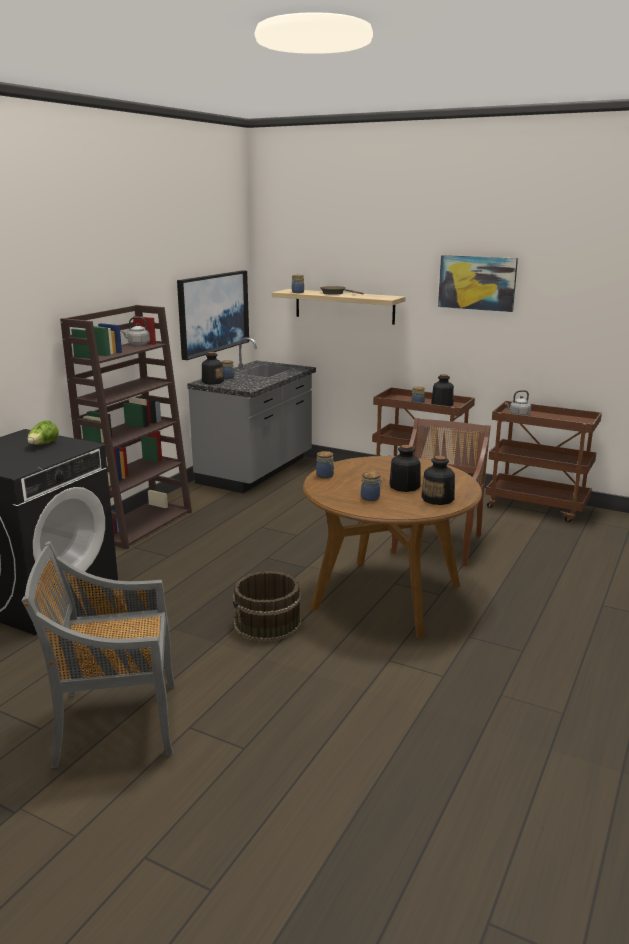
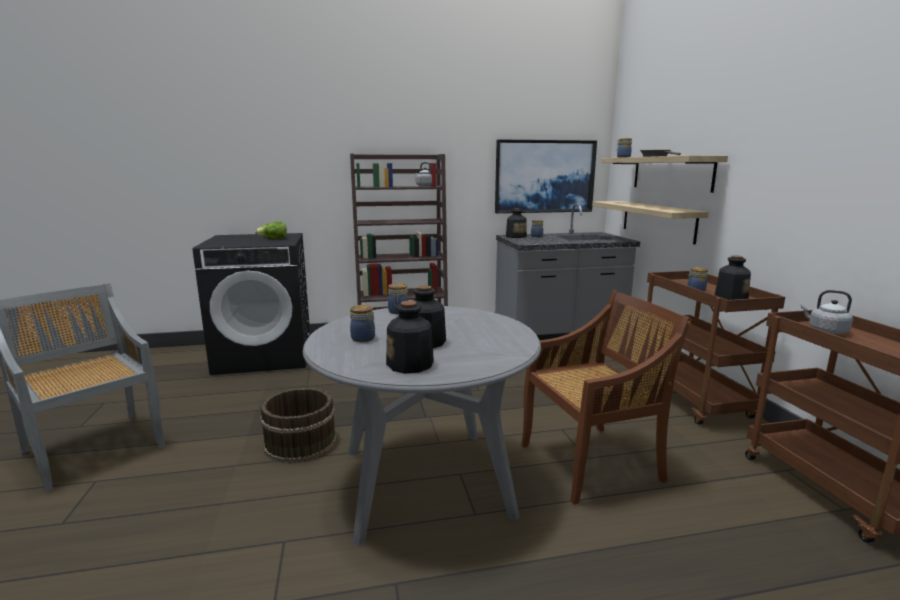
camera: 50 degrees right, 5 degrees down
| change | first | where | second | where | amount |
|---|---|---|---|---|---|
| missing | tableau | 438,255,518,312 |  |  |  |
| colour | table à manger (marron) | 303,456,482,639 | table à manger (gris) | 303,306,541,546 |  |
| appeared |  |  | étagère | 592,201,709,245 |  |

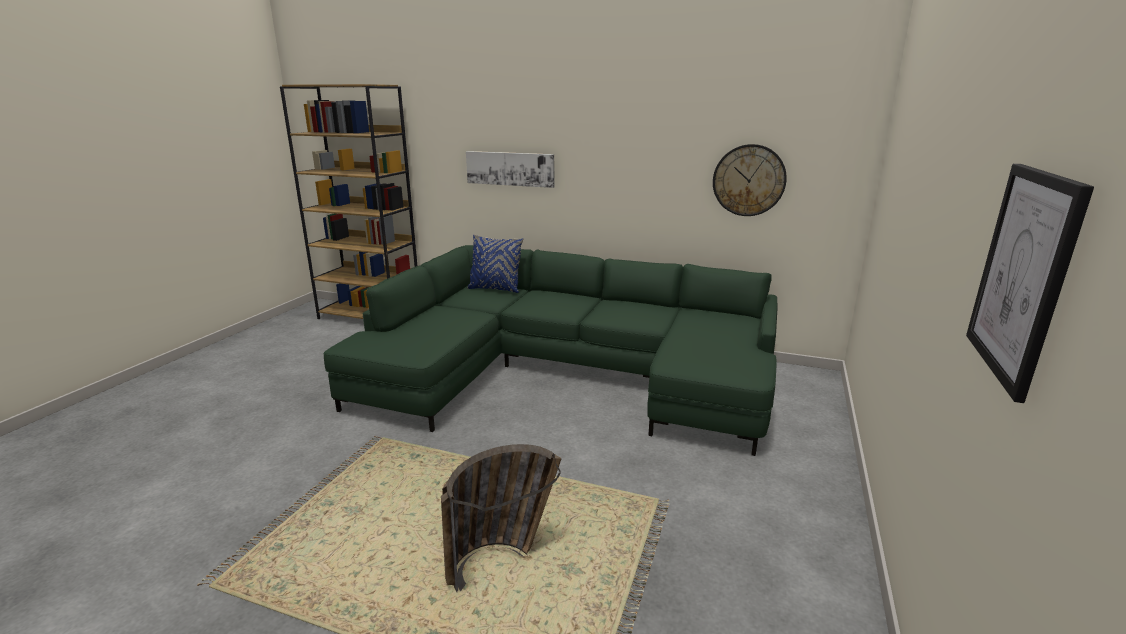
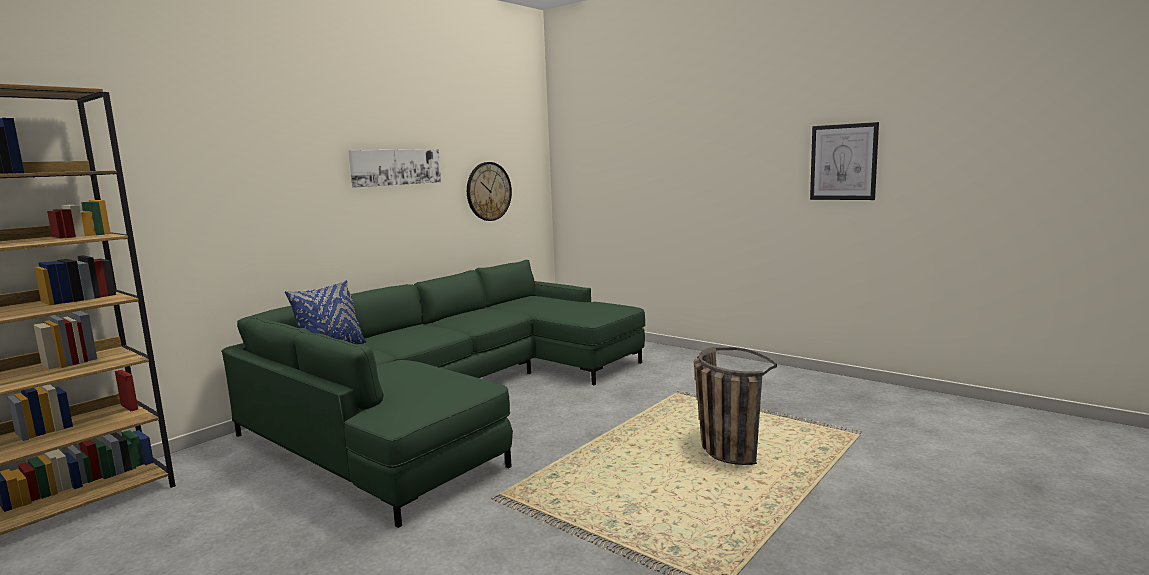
camera: 70 degrees left, 10 degrees down
| change | first | where | second | where | amount |
|---|---|---|---|---|---|
| relocated | tableau | 466,151,555,188 |  | 348,149,441,188 |  |

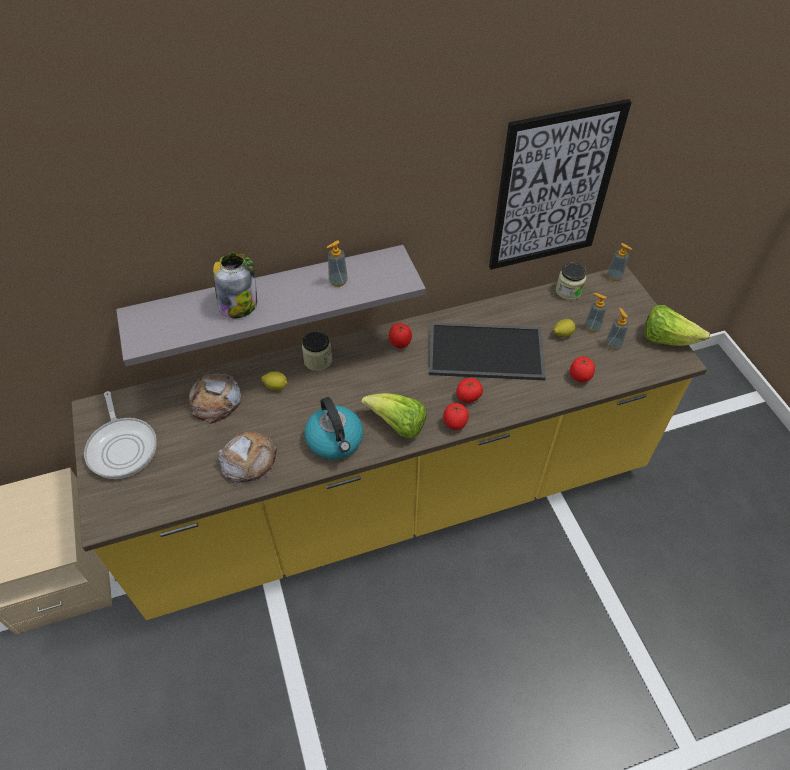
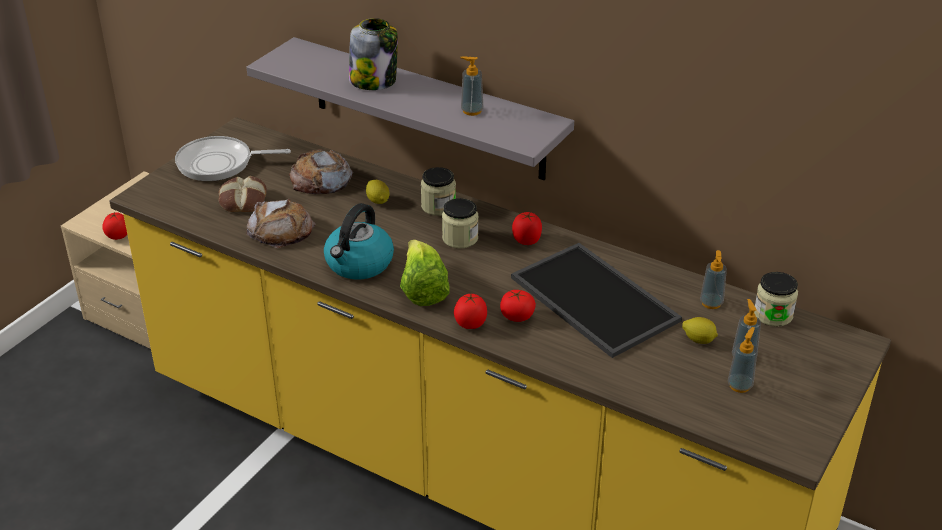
camera: 50 degrees right, 15 degrees down
| change | first | where | second | where | amount |
|---|---|---|---|---|---|
| missing | tableau | 489,99,632,270 |  |  |  |
| relocated | distributeur de savon | 607,243,632,281 |  | 700,250,727,309 |  |
| missing | laitue | 644,305,710,346 |  |  |  |
| relocated | tomate | 570,356,595,382 |  | 102,211,127,240 |  |
| spun | poêle | 84,391,157,479 |  | 175,136,291,181 | 60 degrees clockwise |
| appeared |  |  | pain | 218,176,267,212 |  |
| appeared |  |  | bocal | 442,198,478,249 |  |

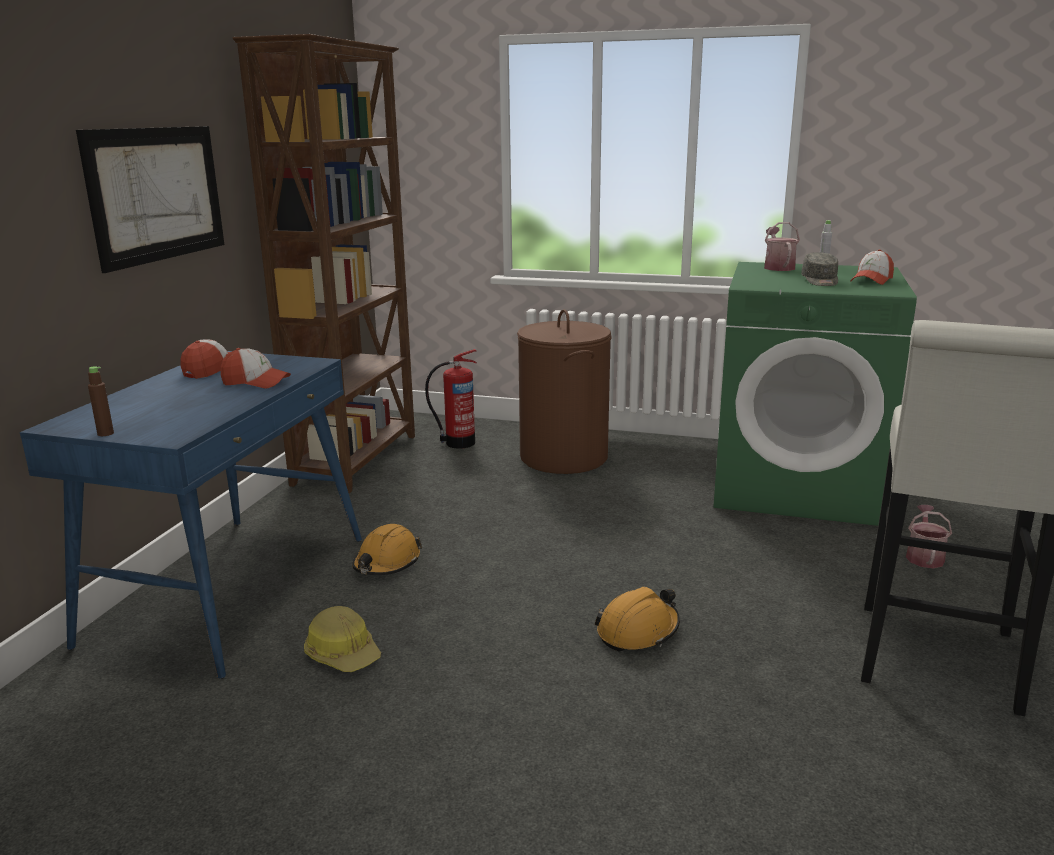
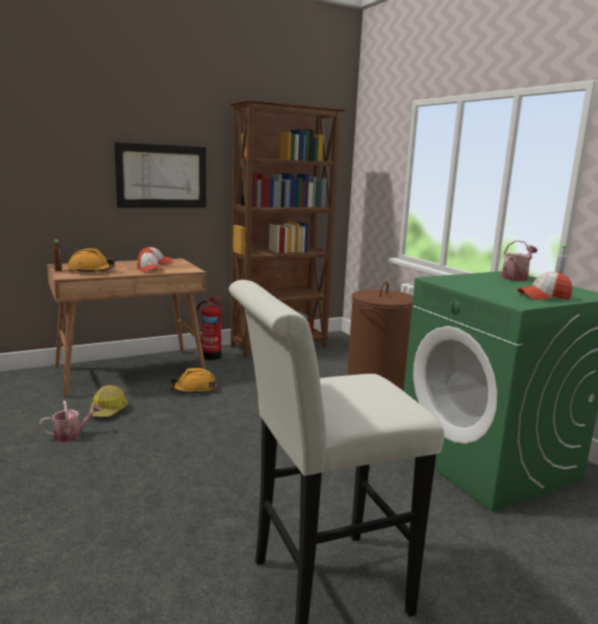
camera: 45 degrees right, 5 degrees down
| change | first | where | second | where | amount |
|---|---|---|---|---|---|
| missing | casquette (gris) | 801,252,838,286 |  |  |  |
| relocated | extincteur | 425,349,477,449 |  | 196,297,222,360 |  |
| colour | bureau (bleu) | 20,351,362,679 | bureau (marron) | 47,258,206,398 |  |
| relocated | arrosoir | 906,505,952,568 |  | 39,401,102,442 |  |
| relocated | casque de chantier (orange) | 594,587,680,652 |  | 68,248,115,273 |  |

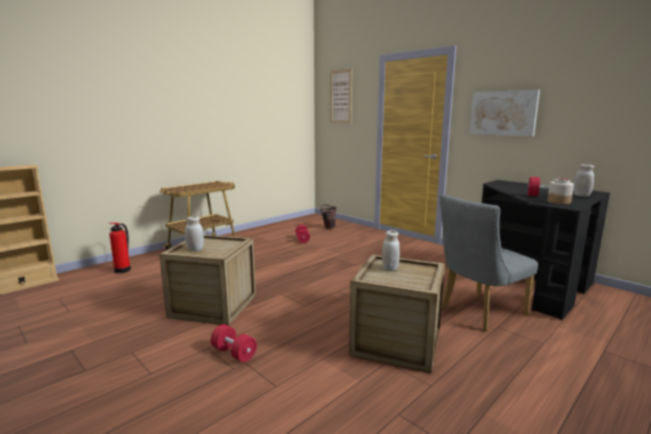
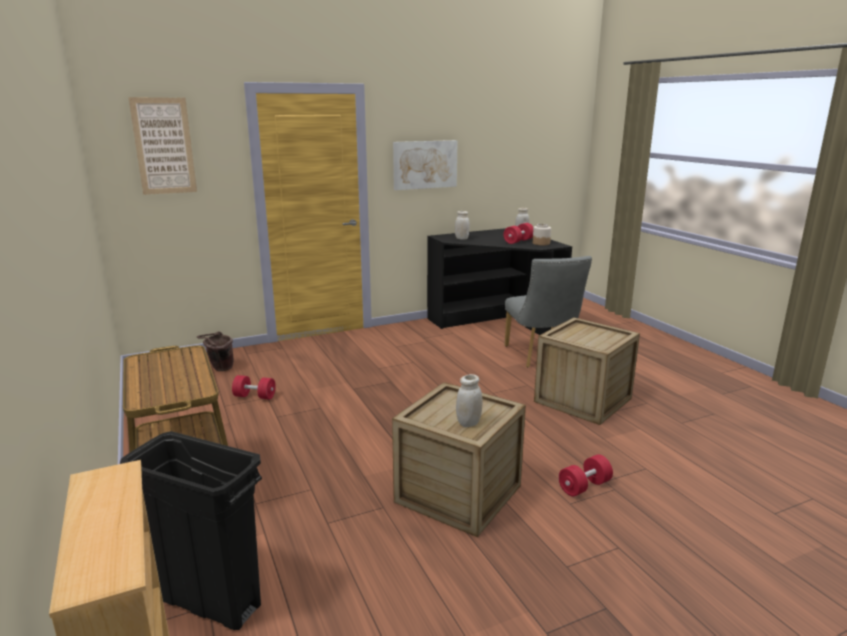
camera: 70 degrees left, 5 degrees up
| change | first | where | second | where | amount |
|---|---|---|---|---|---|
| exchanged | extincteur | 109,223,131,273 | poubelle (noir) | 120,431,262,630 |  |
| relocated | bocal (blanc) | 382,230,400,271 |  | 455,211,470,240 |  |

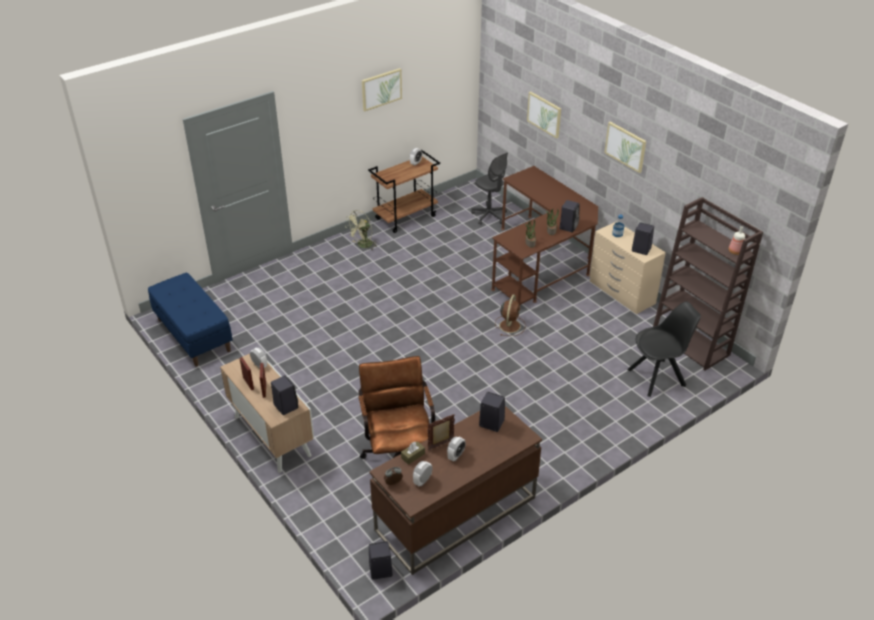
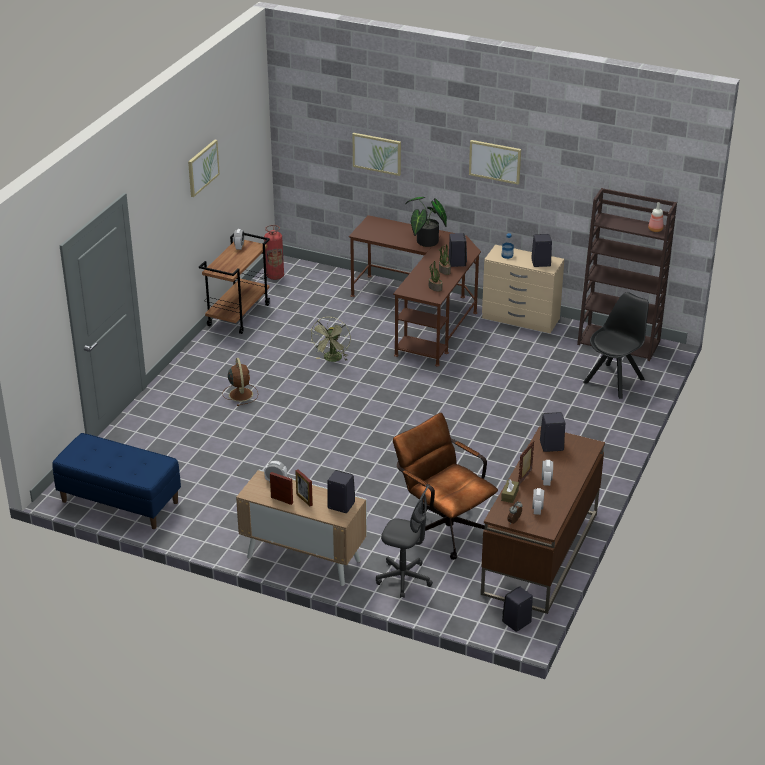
camera: 30 degrees left, 5 degrees down
| change | first | where | second | where | amount |
|---|---|---|---|---|---|
| relocated | chaise de bureau (gris) | 471,152,508,225 |  | 376,485,433,598 |  |
| relocated | ventilateur (vert) | 345,210,377,250 |  | 310,317,351,362 |  |
| relocated | ventilateur (marron) | 495,295,525,336 |  | 222,358,258,406 |  |
| appeared |  |  | plante en pot | 405,197,447,247 |  |
| appeared |  |  | extincteur | 264,225,284,280 |  |

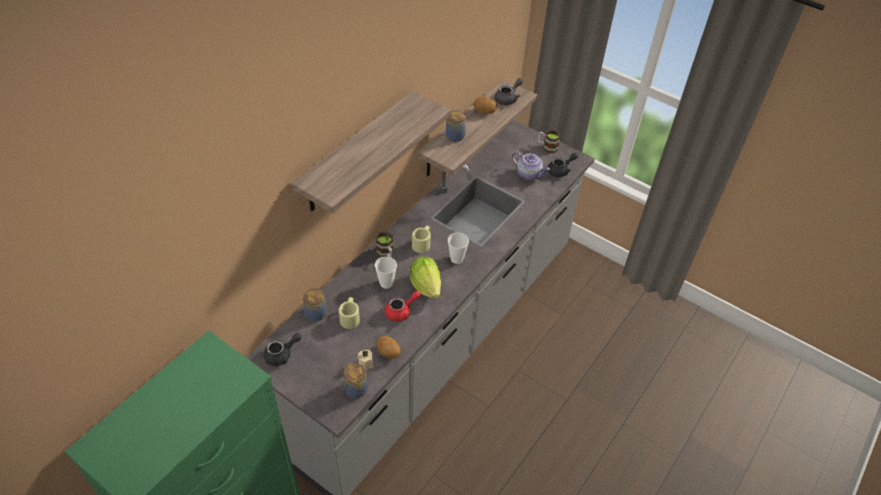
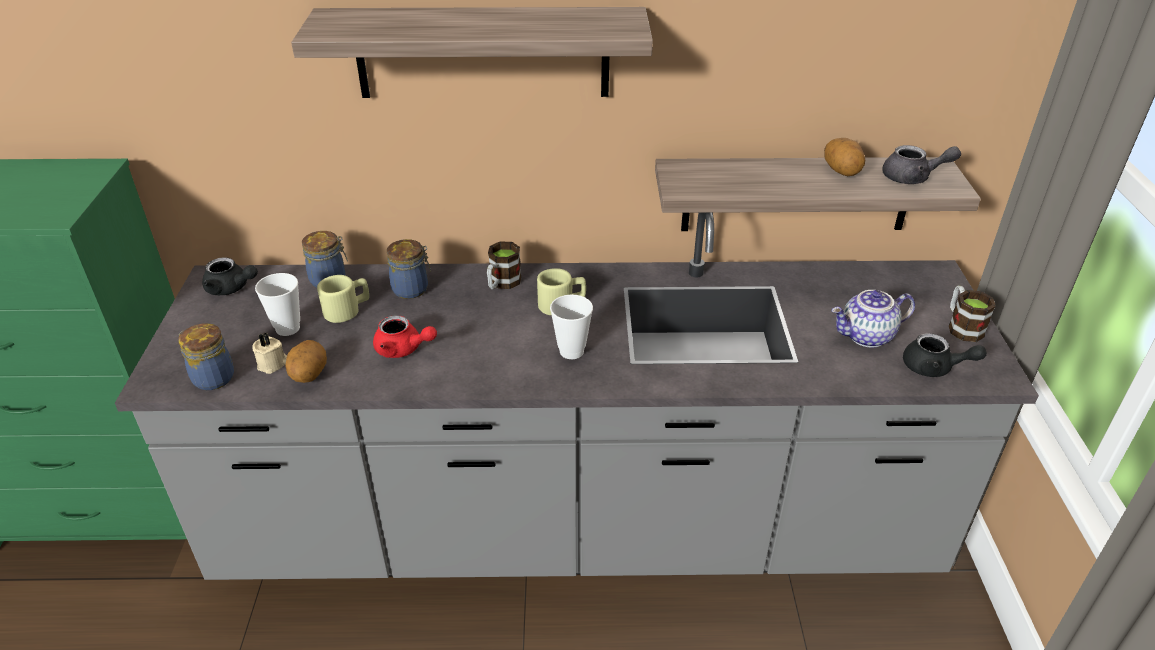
camera: 55 degrees right, 10 degrees down
| change | first | where | second | where | amount |
|---|---|---|---|---|---|
| relocated | bocal | 446,110,466,142 |  | 387,239,431,299 |  |
| spun | théière | 512,152,550,180 |  | 831,290,915,348 | 75 degrees clockwise |
| relocated | tasse | 375,257,397,289 |  | 255,273,300,336 |  |
| missing | laitue | 410,257,441,299 |  |  |  |

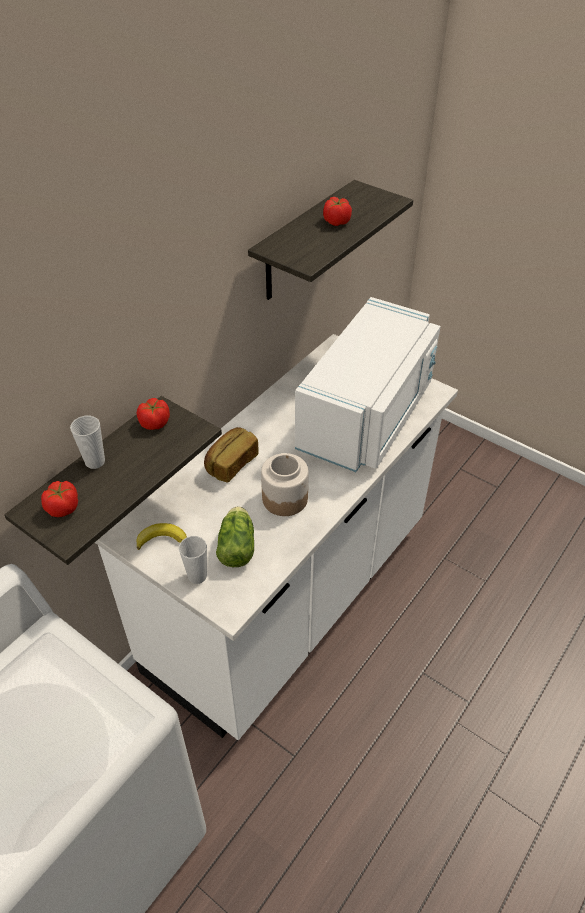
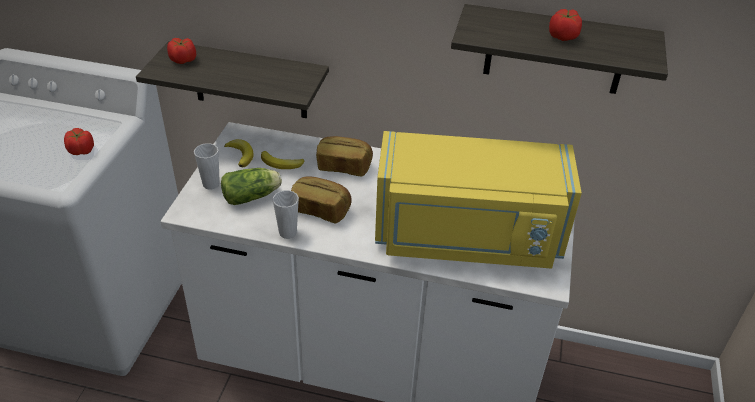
camera: 65 degrees right, 5 degrees down
| change | first | where | second | where | amount |
|---|---|---|---|---|---|
| colour | micro-ondes (blanc) | 295,297,441,472 | micro-ondes (jaune) | 375,131,582,269 |  |
| relocated | tomate | 137,398,170,430 |  | 64,128,94,155 |  |
| relocated | tasse | 70,416,105,469 |  | 273,190,299,239 |  |
| exchanged | bocal | 261,453,309,516 | pain | 291,176,352,223 |  |
| appeared |  |  | banane | 261,151,305,169 |  |

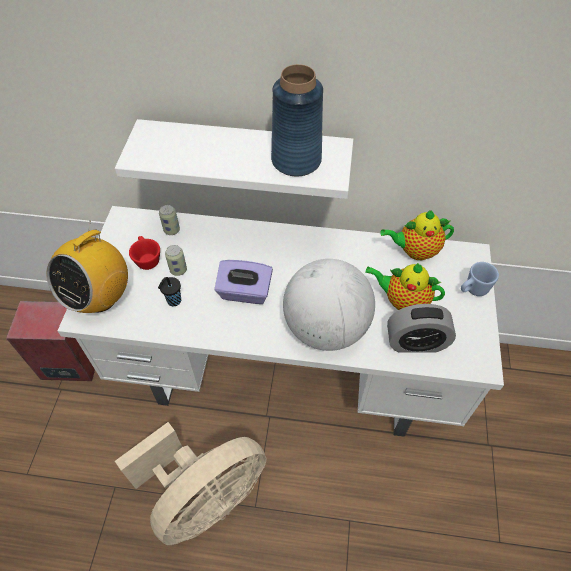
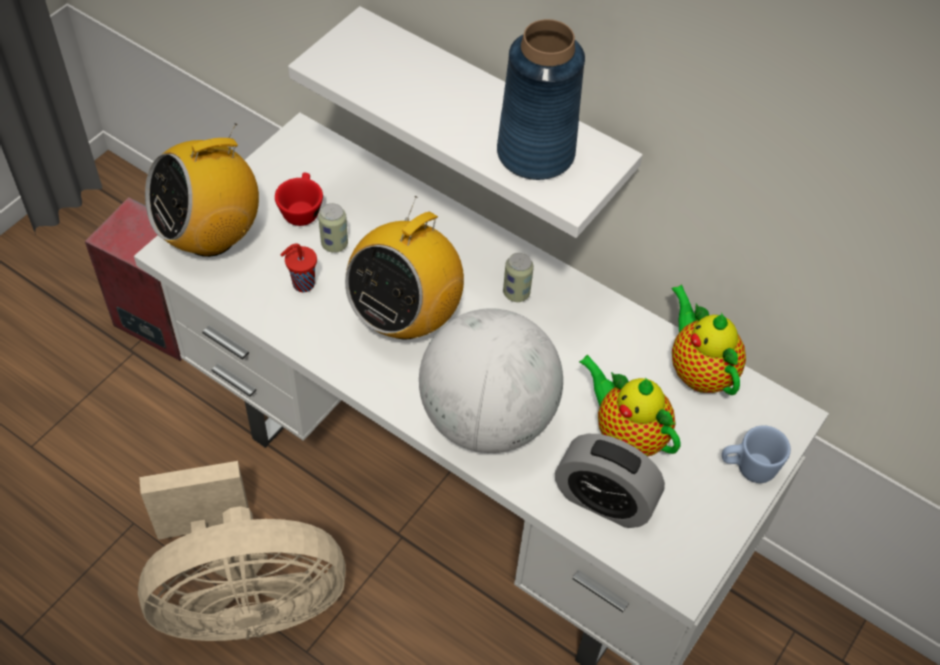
camera: 25 degrees right, 0 degrees up
| change | first | where | second | where | amount |
|---|---|---|---|---|---|
| relocated | boîte métallique | 159,205,180,235 |  | 503,253,534,302 |  |
| spun | théière | 380,210,454,260 |  | 671,284,746,395 | 45 degrees clockwise |
| exchanged | boîte à mouchoirs (violet) | 214,260,273,304 | radio | 345,196,464,340 |  |
| colour | tasse (noir) | 158,277,181,306 | tasse (rouge) | 281,244,317,293 |  |

